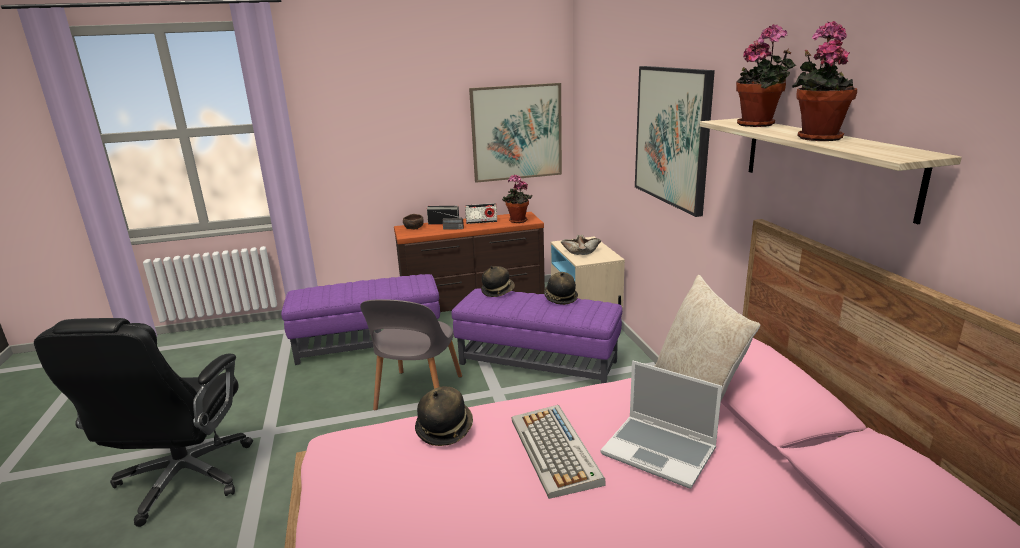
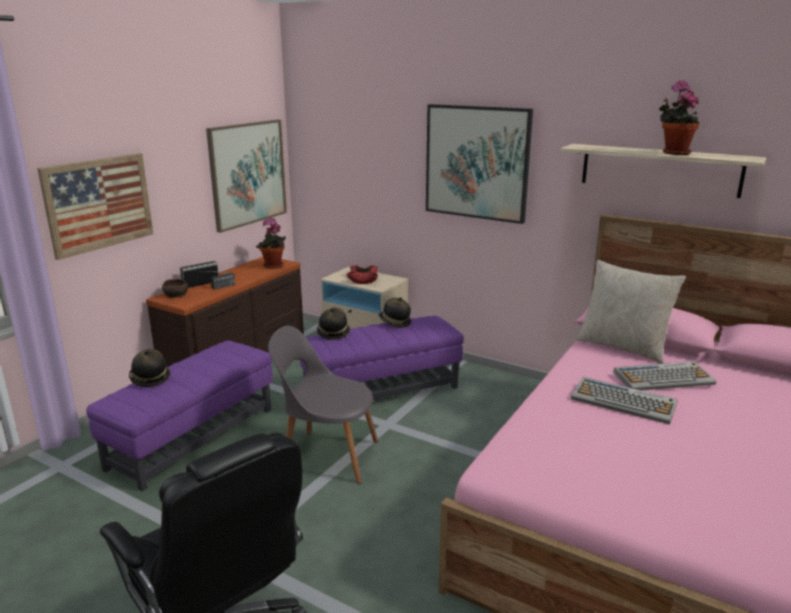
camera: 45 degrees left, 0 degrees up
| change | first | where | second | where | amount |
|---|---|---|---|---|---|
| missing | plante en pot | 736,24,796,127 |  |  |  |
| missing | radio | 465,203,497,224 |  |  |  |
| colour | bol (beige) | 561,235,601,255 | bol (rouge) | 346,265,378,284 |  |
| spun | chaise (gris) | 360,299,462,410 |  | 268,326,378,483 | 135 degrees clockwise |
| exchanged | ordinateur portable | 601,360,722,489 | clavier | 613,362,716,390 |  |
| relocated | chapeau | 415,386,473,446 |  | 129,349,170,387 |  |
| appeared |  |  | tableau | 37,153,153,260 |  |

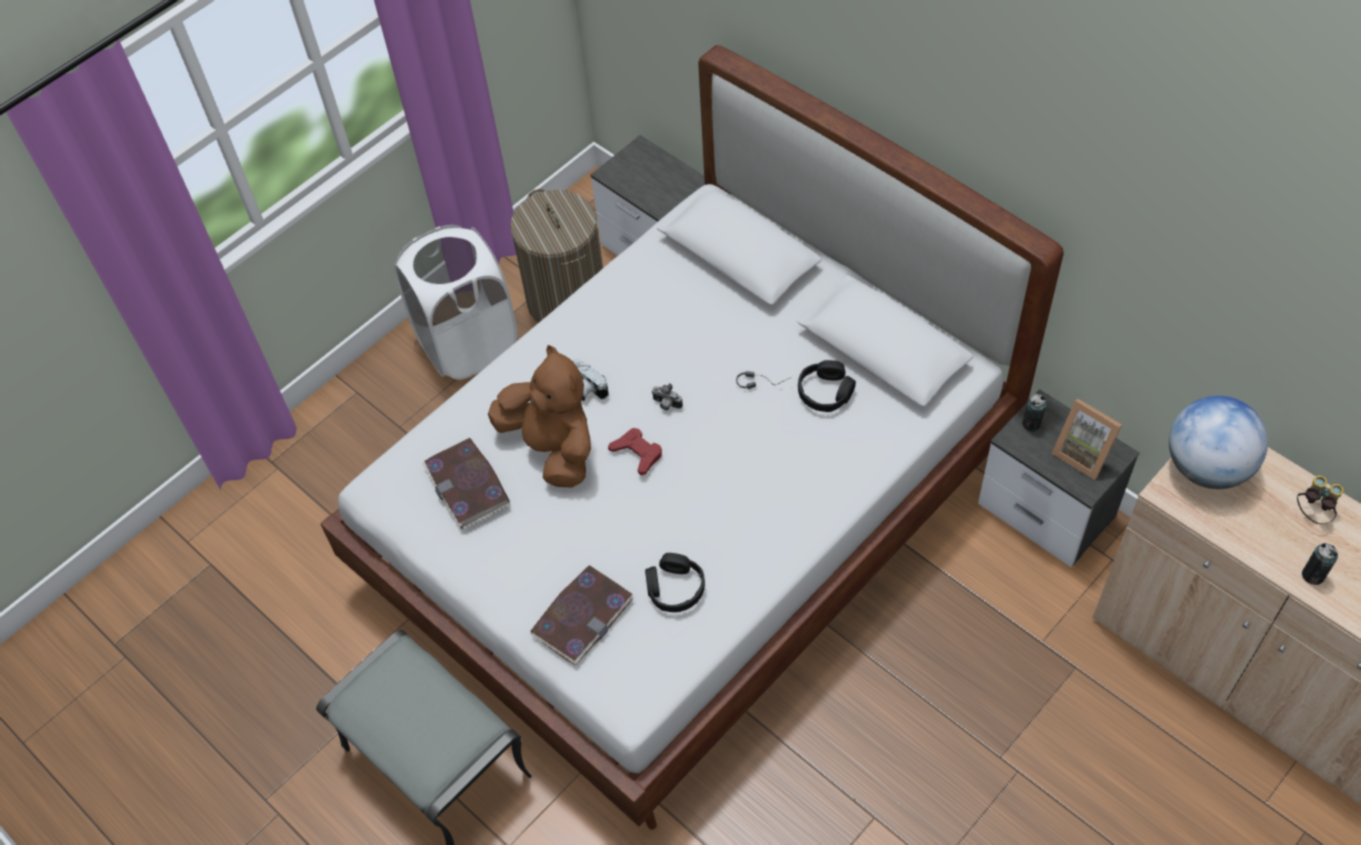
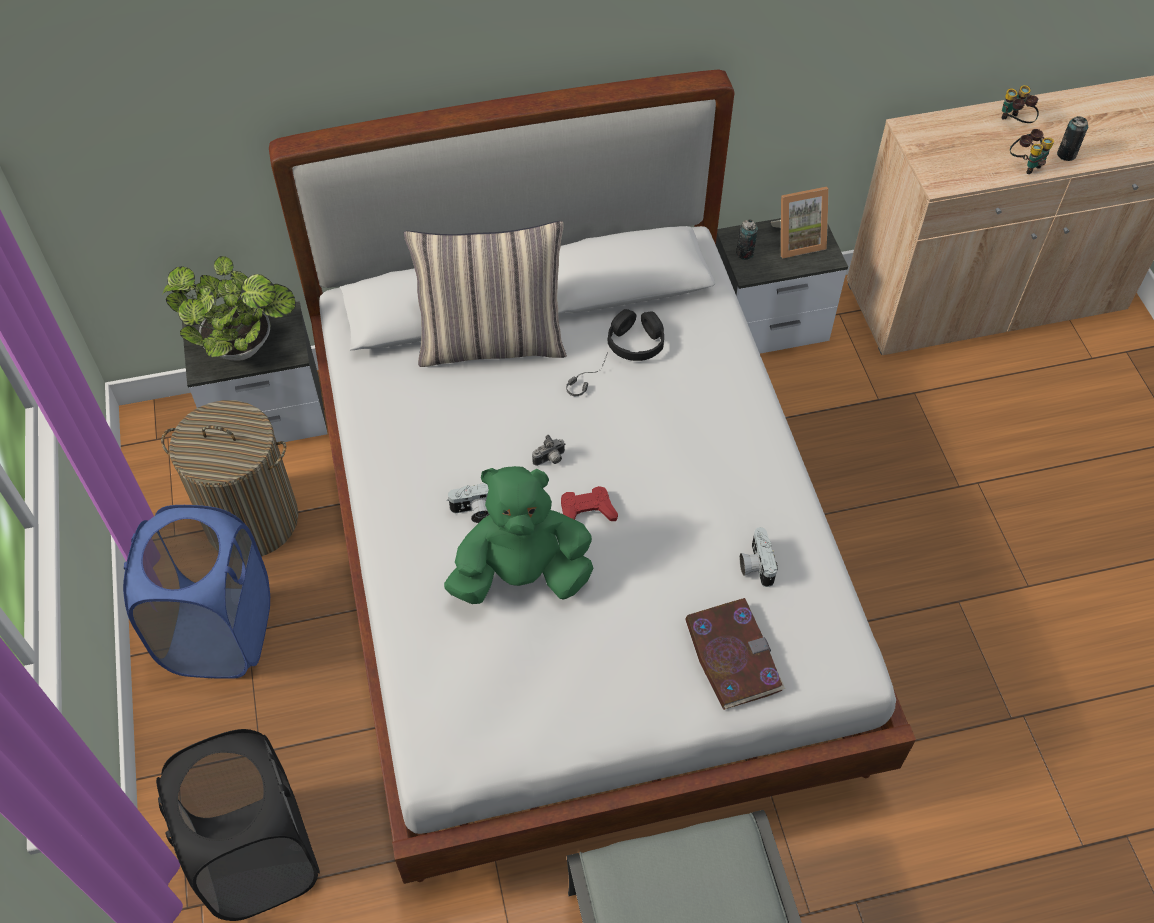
camera: 60 degrees left, 0 degrees up
| change | first | where | second | where | amount |
|---|---|---|---|---|---|
| colour | panier à linge (blanc) | 394,225,518,380 | panier à linge (bleu) | 123,505,270,679 |  |
| colour | peluche (marron) | 488,345,591,488 | peluche (vert) | 444,466,594,604 |  |
| missing | globe | 1169,396,1268,489 |  |  |  |
| missing | livre | 423,438,510,529 |  |  |  |
| exchanged | casque audio (noir) | 645,553,705,612 | appareil photo | 740,527,778,587 |  |
| appeared |  |  | jumelles | 1010,129,1054,174 |  |
| appeared |  |  | coussin | 404,221,567,367 |  |
| appeared |  |  | plante en pot | 162,256,296,361 |  |
| appeared |  |  | panier à linge (noir) | 156,729,320,921 |  |

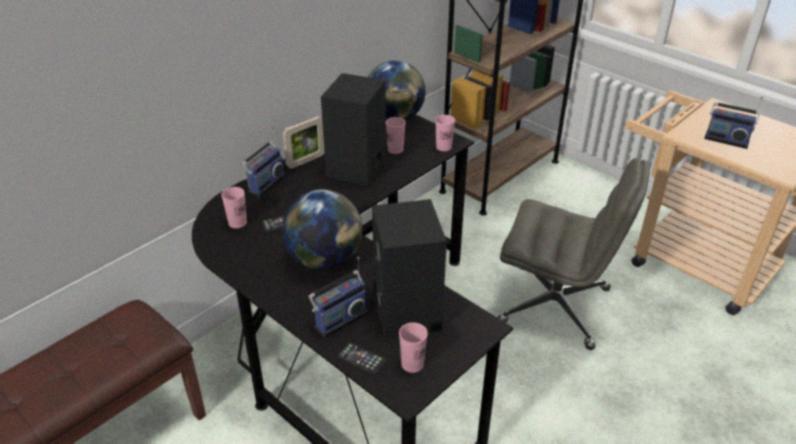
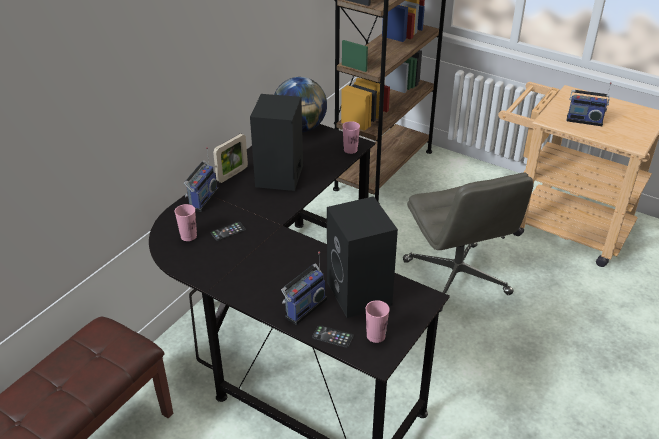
camera: 10 degrees left, 0 degrees up
| change | first | where | second | where | amount |
|---|---|---|---|---|---|
| missing | tasse (rose) | 386,117,406,154 |  |  |  |
| spun | chaise de bureau (gris) | 497,158,650,350 |  | 403,173,534,312 | 60 degrees clockwise |
| missing | globe | 282,189,362,270 |  |  |  |

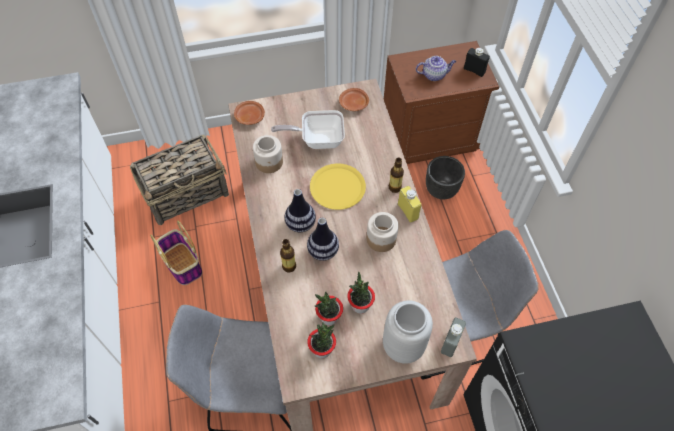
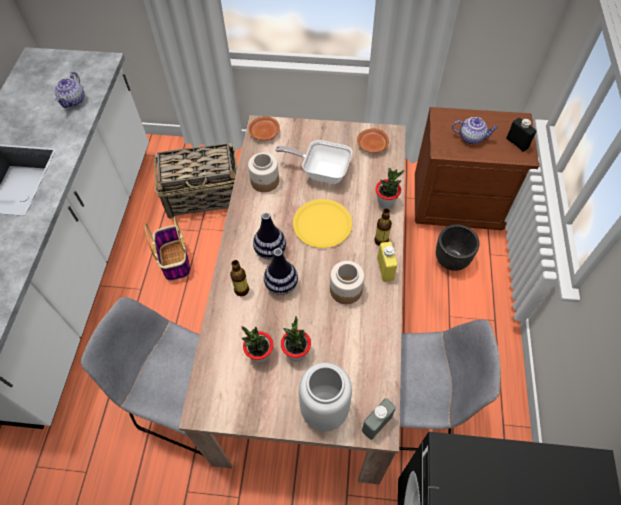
camera: 20 degrees right, 0 degrees up
| change | first | where | second | where | amount |
|---|---|---|---|---|---|
| relocated | plante en pot | 307,323,336,358 |  | 375,167,404,209 |  |
| appeared |  |  | théière | 55,72,85,108 |  |

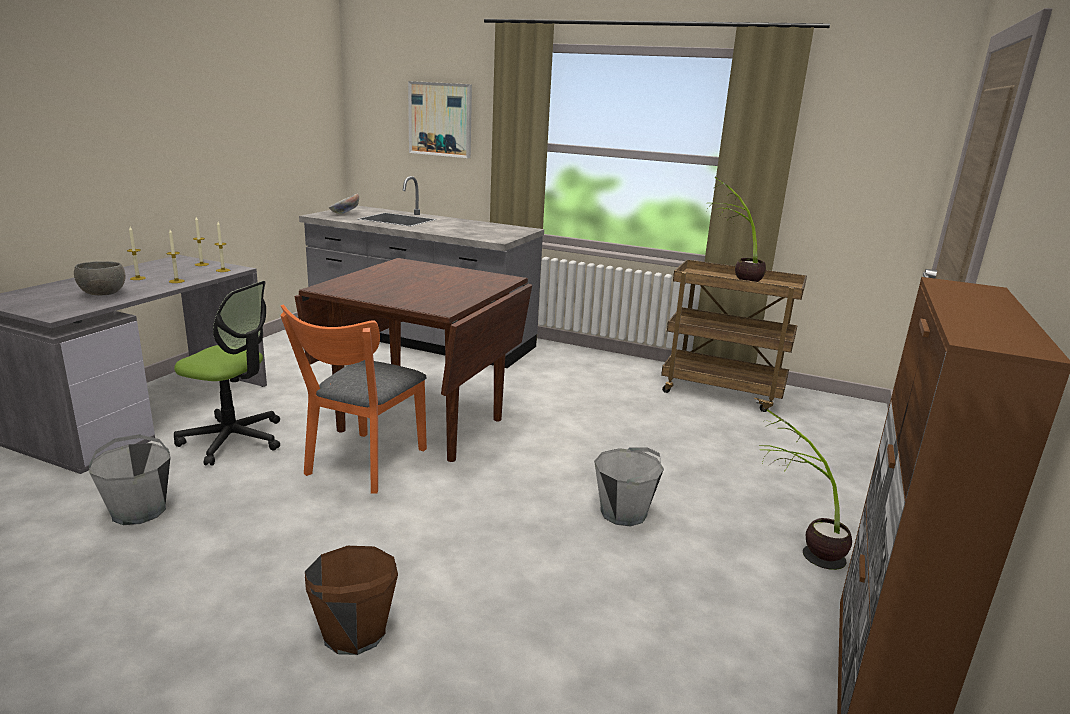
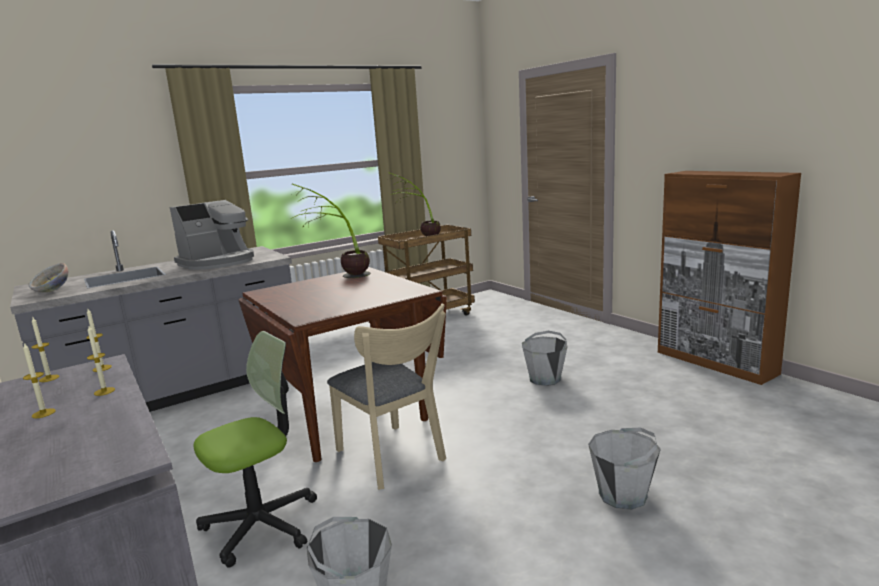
camera: 55 degrees left, 5 degrees down
| change | first | where | second | where | amount |
|---|---|---|---|---|---|
| missing | tableau | 408,81,472,158 |  |  |  |
| missing | bol (gris) | 74,261,125,295 |  |  |  |
| colour | chaise (orange) | 280,304,427,494 | chaise (beige) | 327,304,446,490 |  |
| relocated | plante en pot | 759,409,852,570 |  | 292,184,370,278 |  |
| colour | seau (marron) | 305,546,398,655 | seau (gris) | 588,428,661,510 |  |
| appeared |  |  | machine à café | 170,200,254,270 |  |

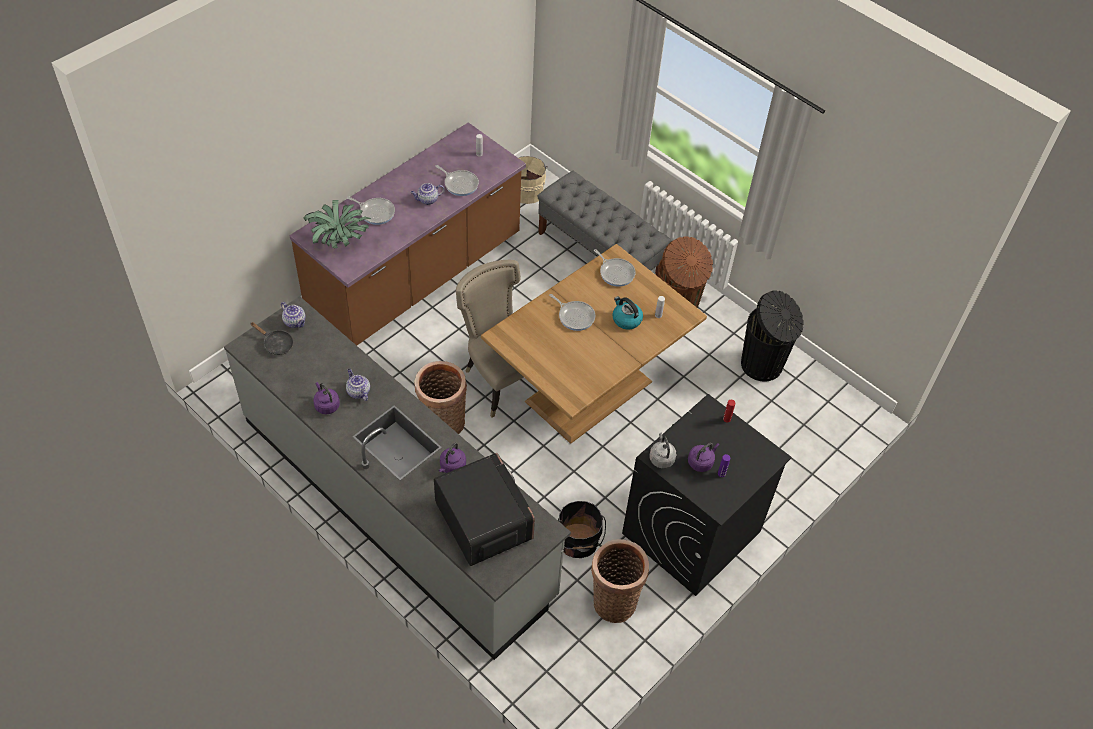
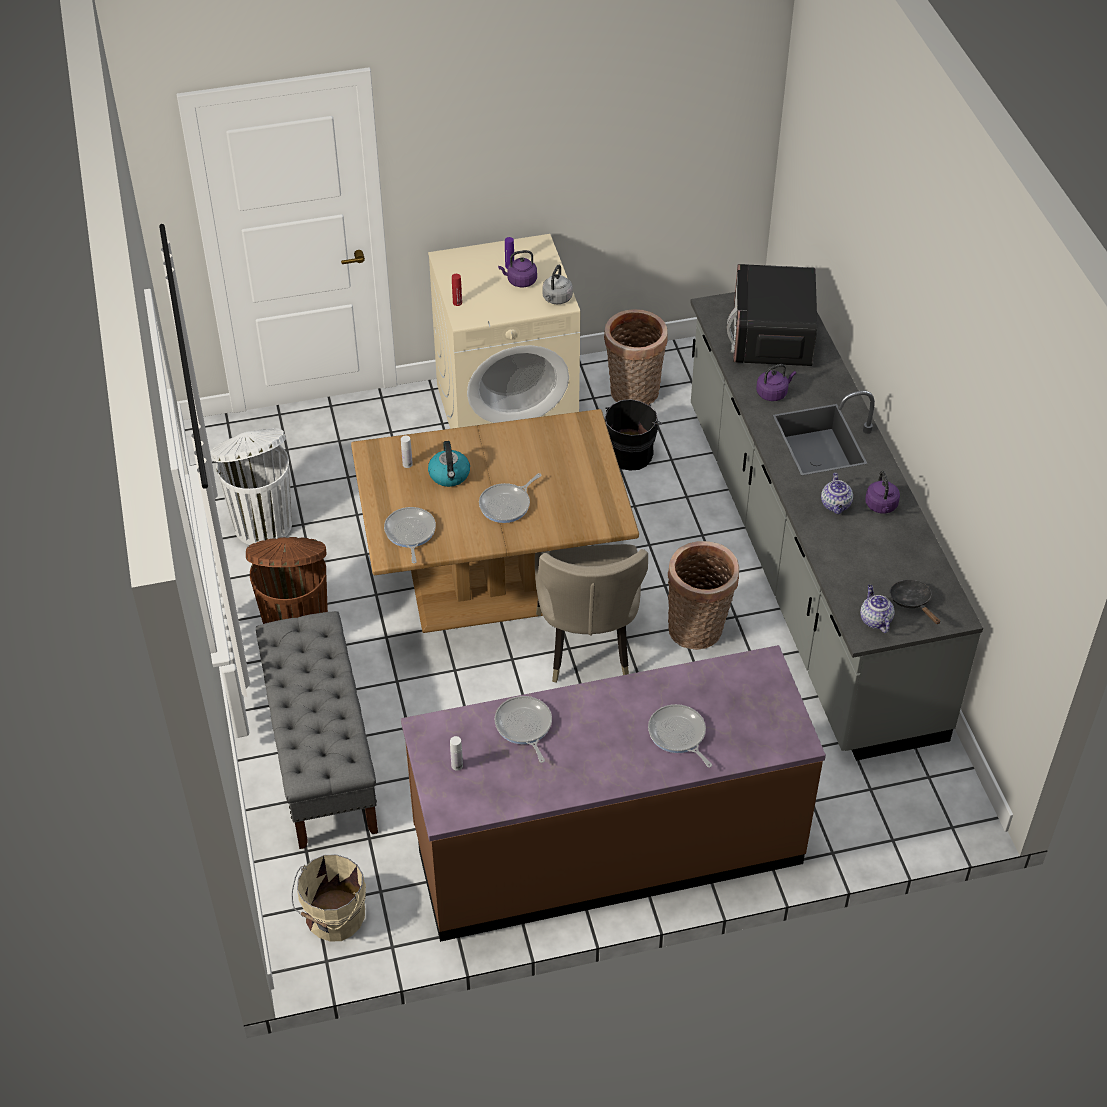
camera: 145 degrees left, 5 degrees down
| change | first | where | second | where | amount |
|---|---|---|---|---|---|
| missing | théière | 410,183,445,205 |  |  |  |
| missing | plante en pot | 304,200,371,248 |  |  |  |
| colour | poubelle (noir) | 741,290,804,381 | poubelle (blanc) | 211,428,292,545 |  |
| spun | poêle | 549,294,595,331 |  | 479,473,541,523 | 120 degrees counterclockwise |
| colour | lave-linge (noir) | 622,394,792,596 | lave-linge (beige) | 428,234,580,429 |  |

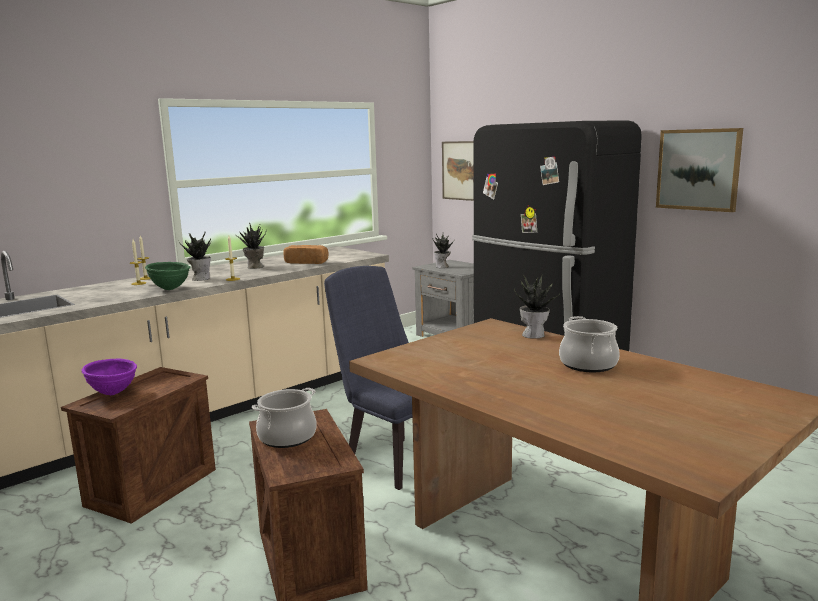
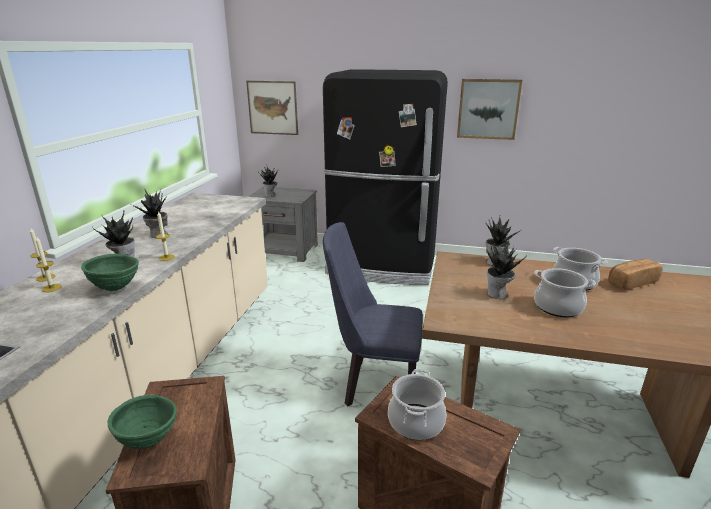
camera: 35 degrees left, 10 degrees up
| change | first | where | second | where | amount |
|---|---|---|---|---|---|
| relocated | pain | 284,245,328,264 |  | 608,259,663,290 |  |
| colour | bol (violet) | 82,359,137,395 | bol (vert) | 108,394,177,449 |  |
| appeared |  |  | plante en pot | 486,240,527,299 |  |
| appeared |  |  | marmite | 534,268,596,317 |  |

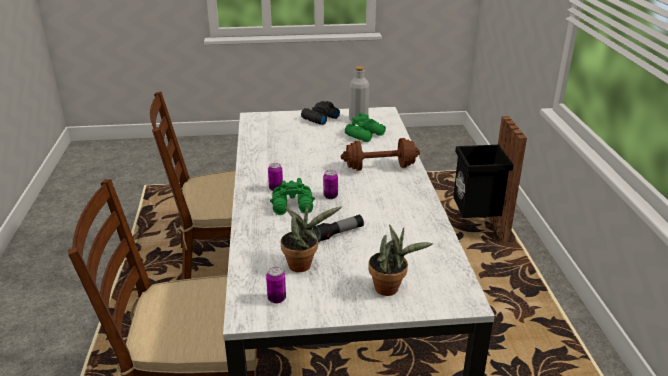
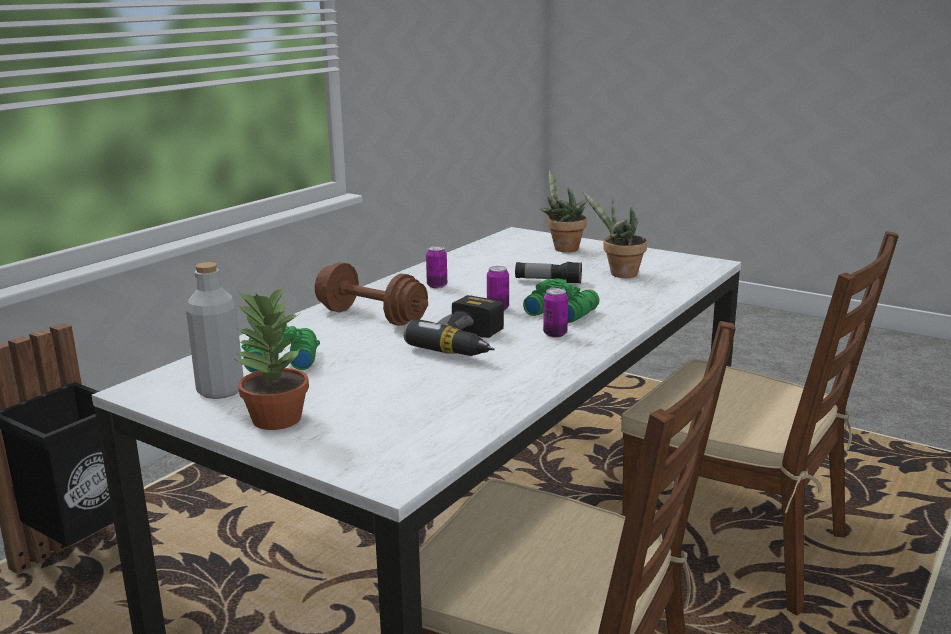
camera: 140 degrees left, 10 degrees down
| change | first | where | second | where | amount |
|---|---|---|---|---|---|
| exchanged | jumelles (noir) | 301,101,340,125 | plante en pot | 235,286,309,430 |  |
| relocated | boîte métallique | 266,267,286,304 |  | 426,246,447,288 |  |
| appeared |  |  | perceuse | 403,295,504,356 |  |

